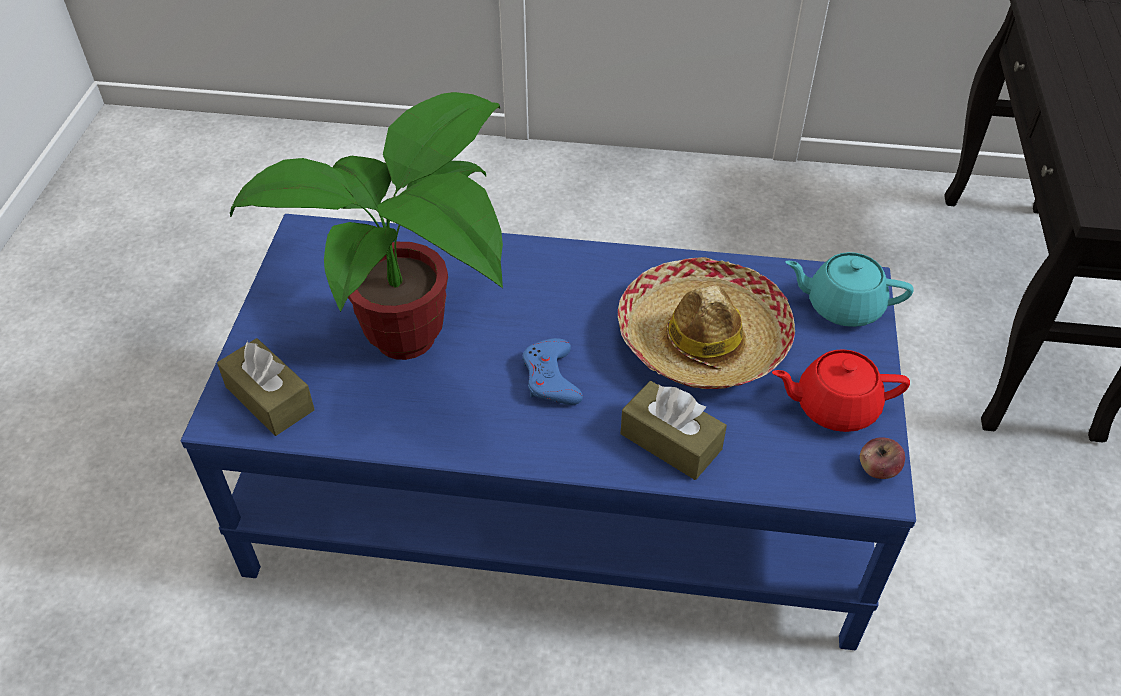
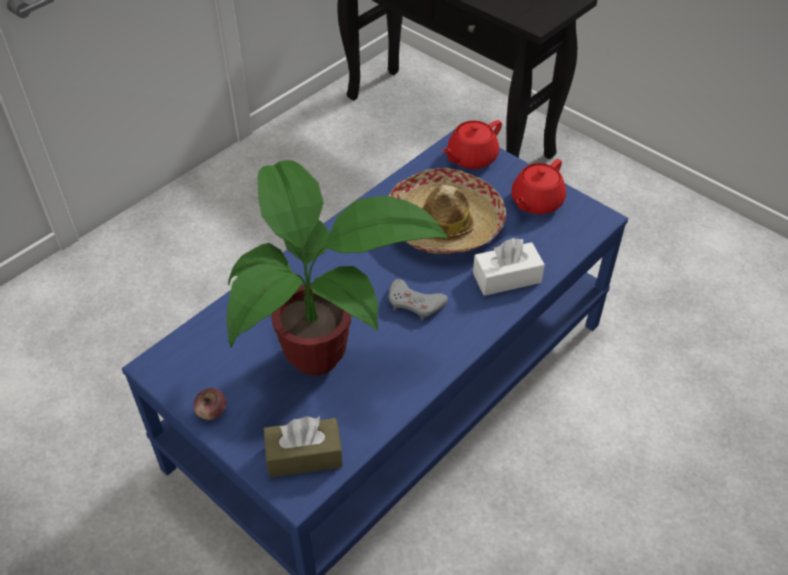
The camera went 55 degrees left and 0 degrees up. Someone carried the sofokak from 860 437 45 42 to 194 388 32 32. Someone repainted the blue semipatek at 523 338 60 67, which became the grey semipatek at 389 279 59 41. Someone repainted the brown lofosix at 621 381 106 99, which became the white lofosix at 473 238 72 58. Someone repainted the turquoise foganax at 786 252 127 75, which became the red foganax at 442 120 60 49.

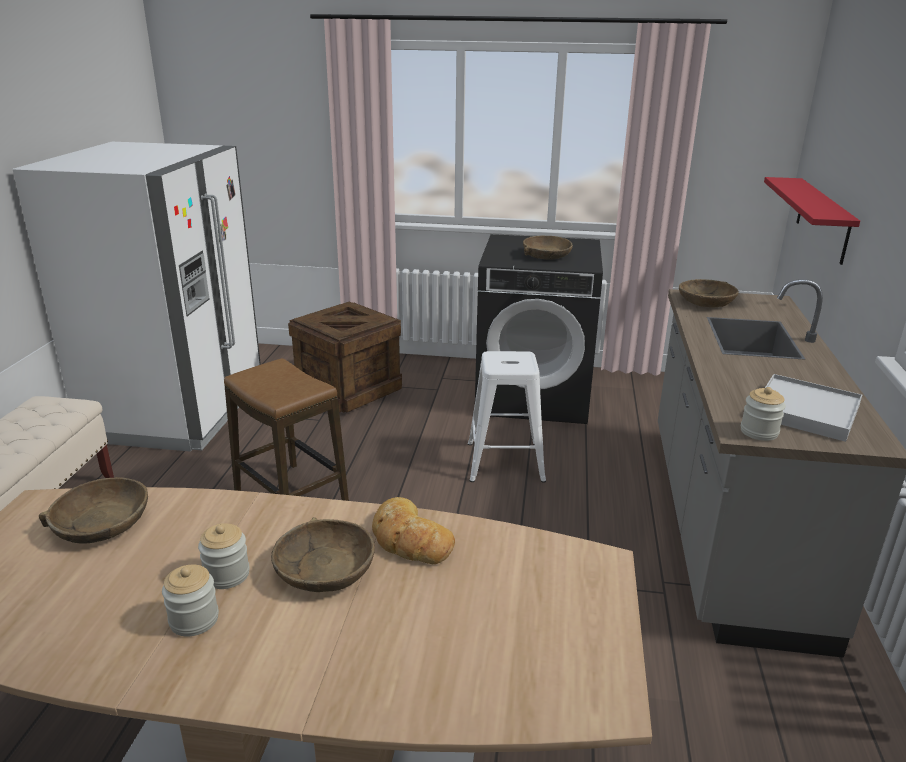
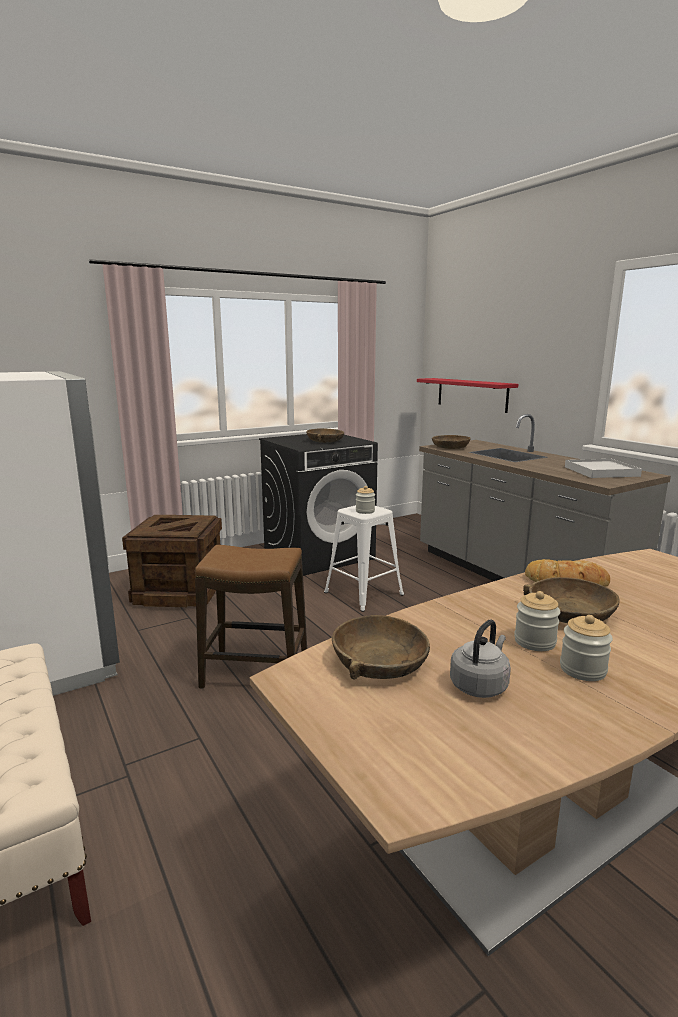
The camera went 40 degrees left and 10 degrees down. Someone put down the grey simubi at 450 620 61 78. Someone carried the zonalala from 741 387 45 54 to 356 486 19 28.

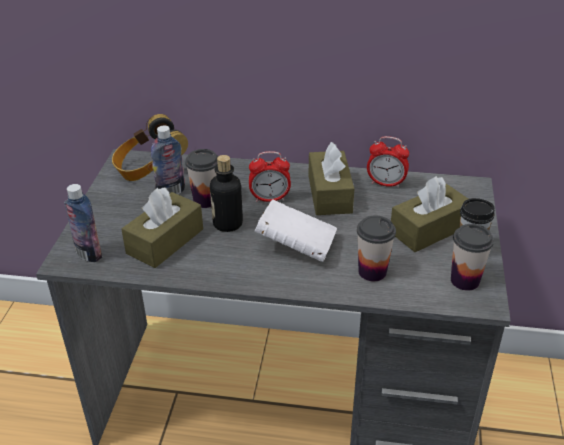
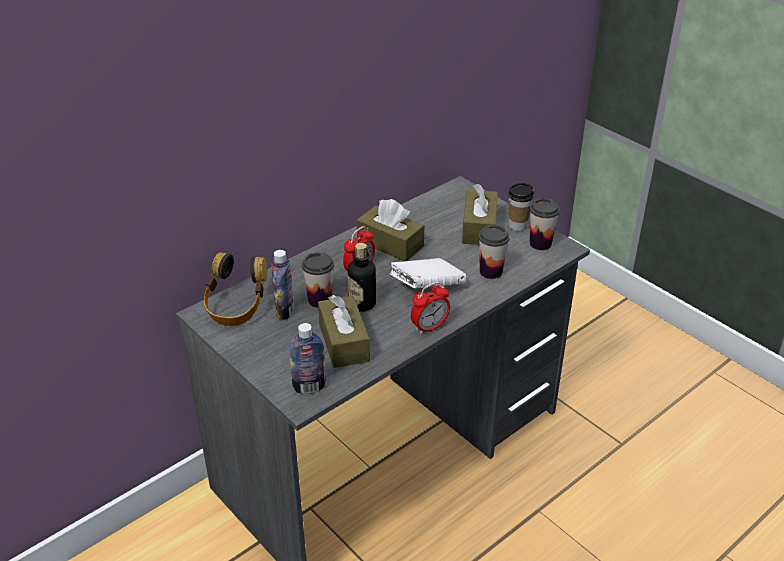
The camera went 50 degrees left and 0 degrees up. Someone carried the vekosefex from 367 136 42 52 to 411 282 39 53.

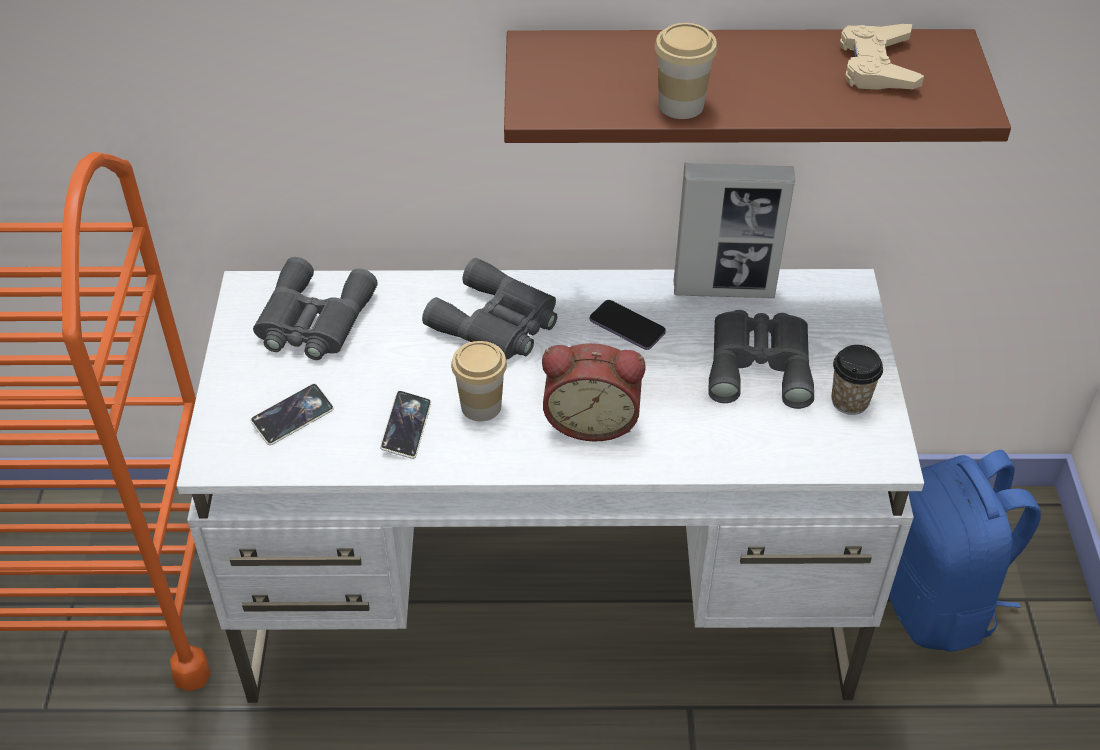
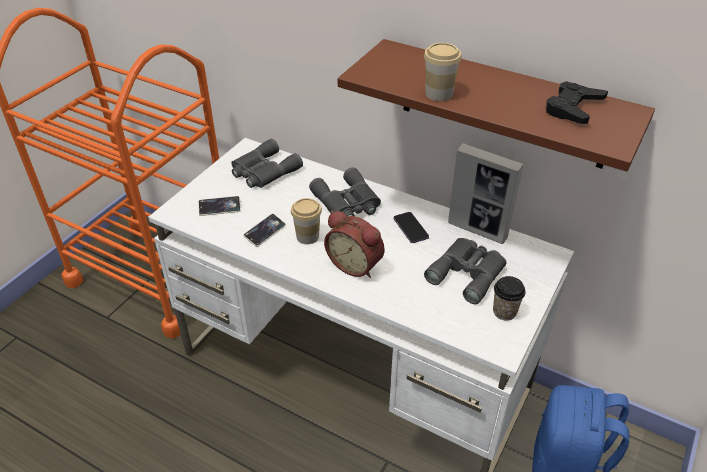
The camera went 30 degrees right and 5 degrees down. Someone repainted the beige semipatek at 840 24 84 65, which became the black semipatek at 546 81 62 43.

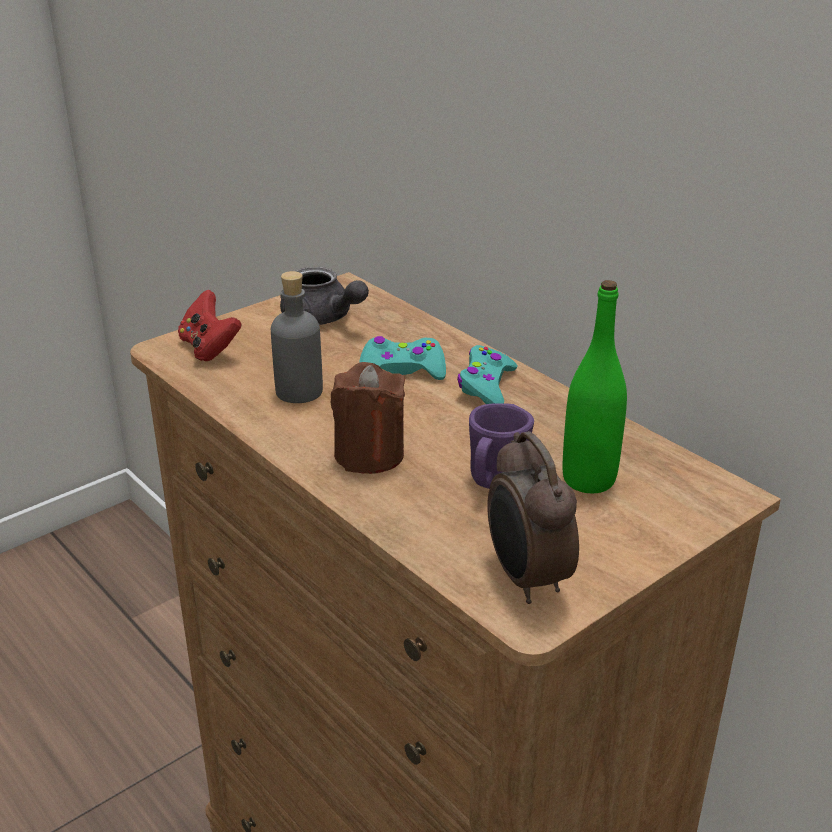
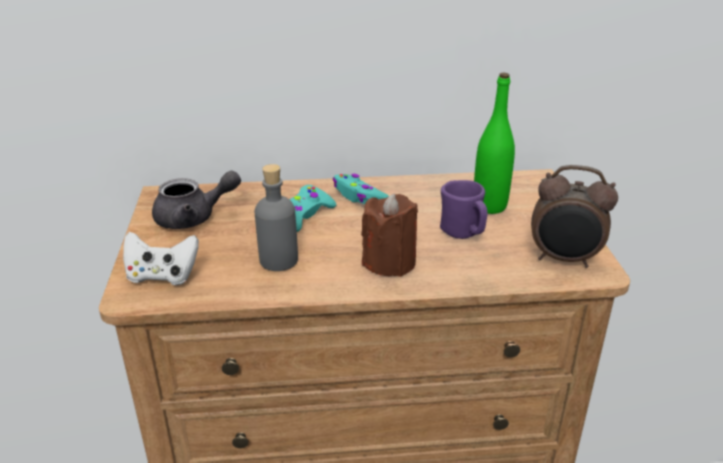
The camera went 55 degrees left and 0 degrees up. Someone repainted the red semipatek at 178 290 64 71, which became the white semipatek at 123 232 76 53.

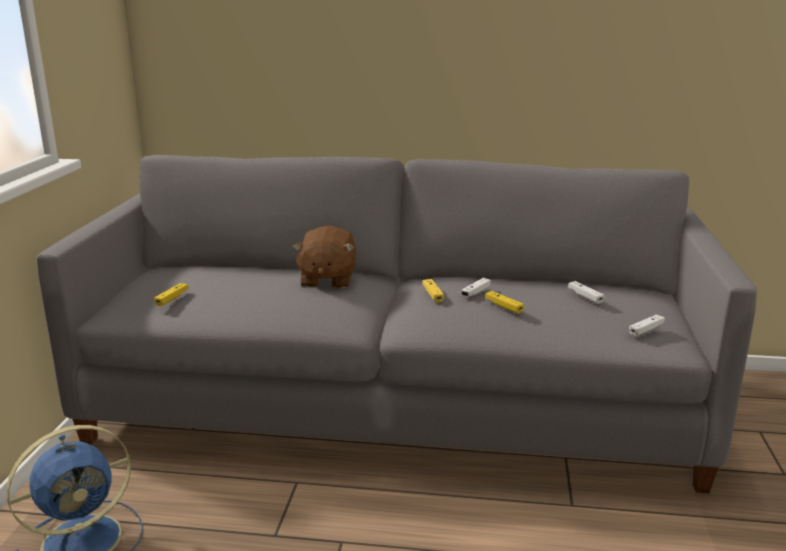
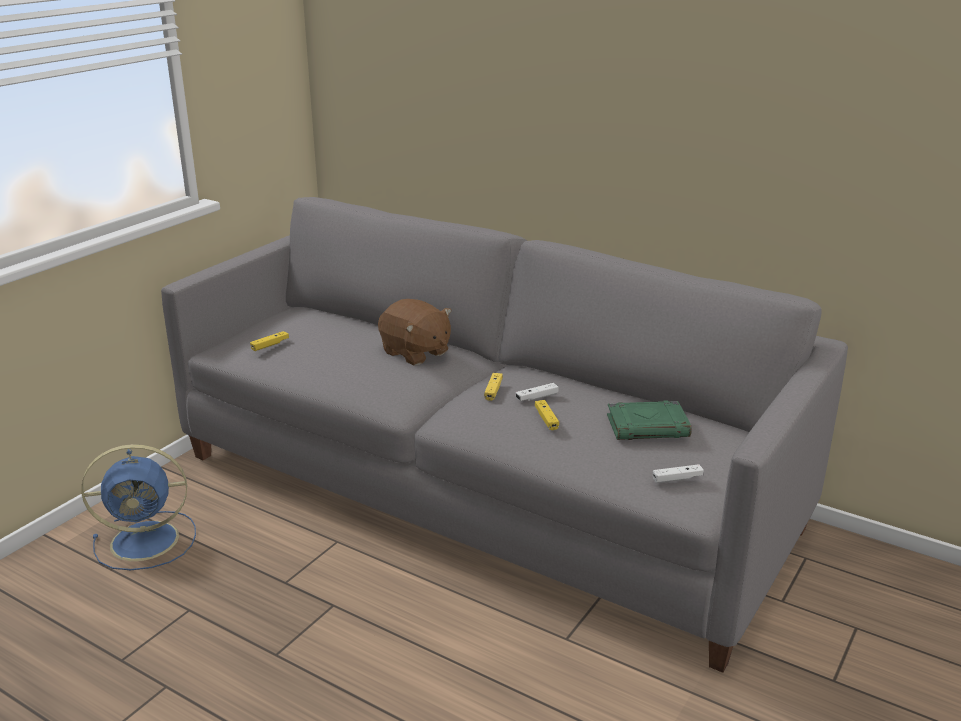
The camera went 25 degrees right and 5 degrees up. Someone swapped the white semipatek at 568 281 36 23 for the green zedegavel at 607 400 85 40. Someone rotated the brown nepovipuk at 292 226 64 63 by 75 degrees counterclockwise.

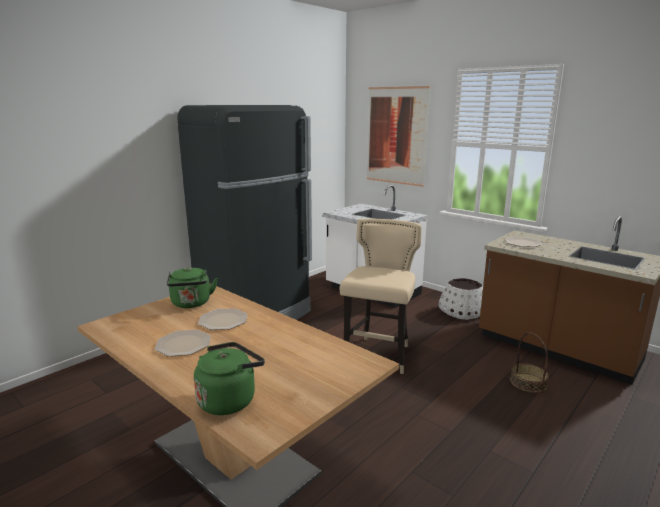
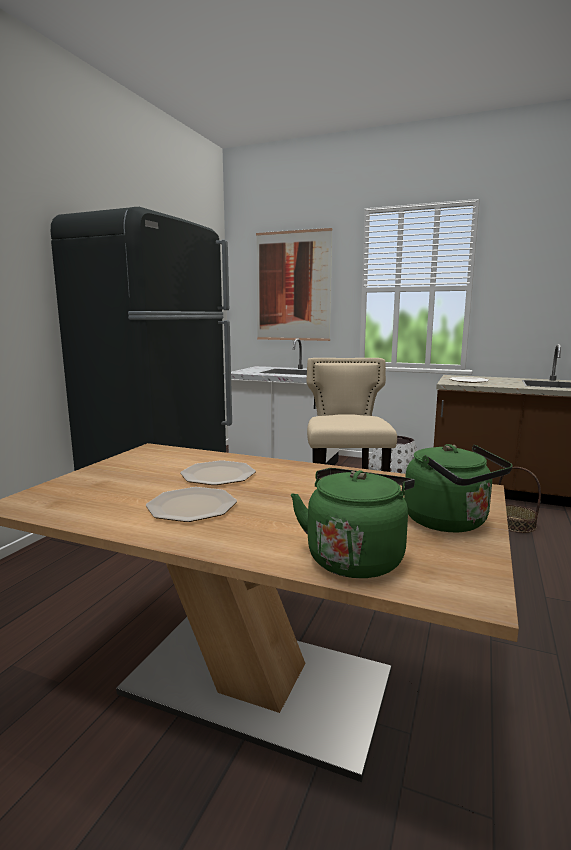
The camera went 20 degrees left and 5 degrees down. Someone carried the green simubi from 167 267 51 41 to 404 444 109 88.

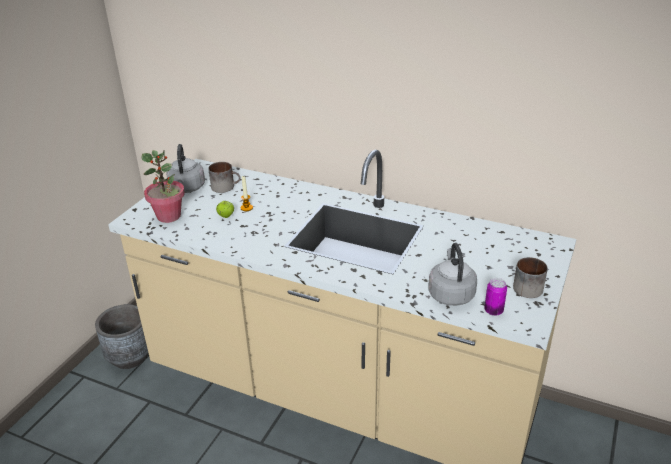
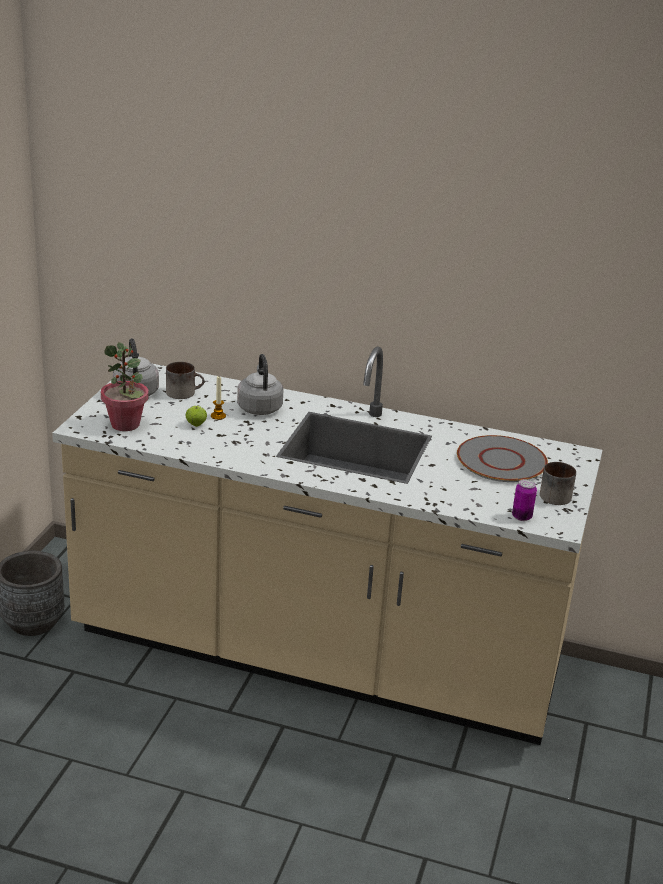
The camera went 10 degrees left and 5 degrees down. Someone put down the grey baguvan at 457 435 91 47. Someone carried the grey simubi from 428 243 49 63 to 237 354 46 61.

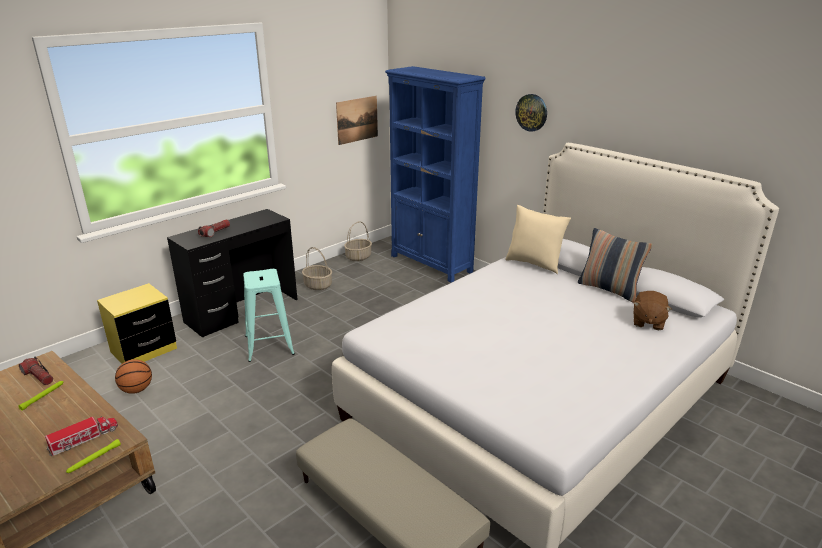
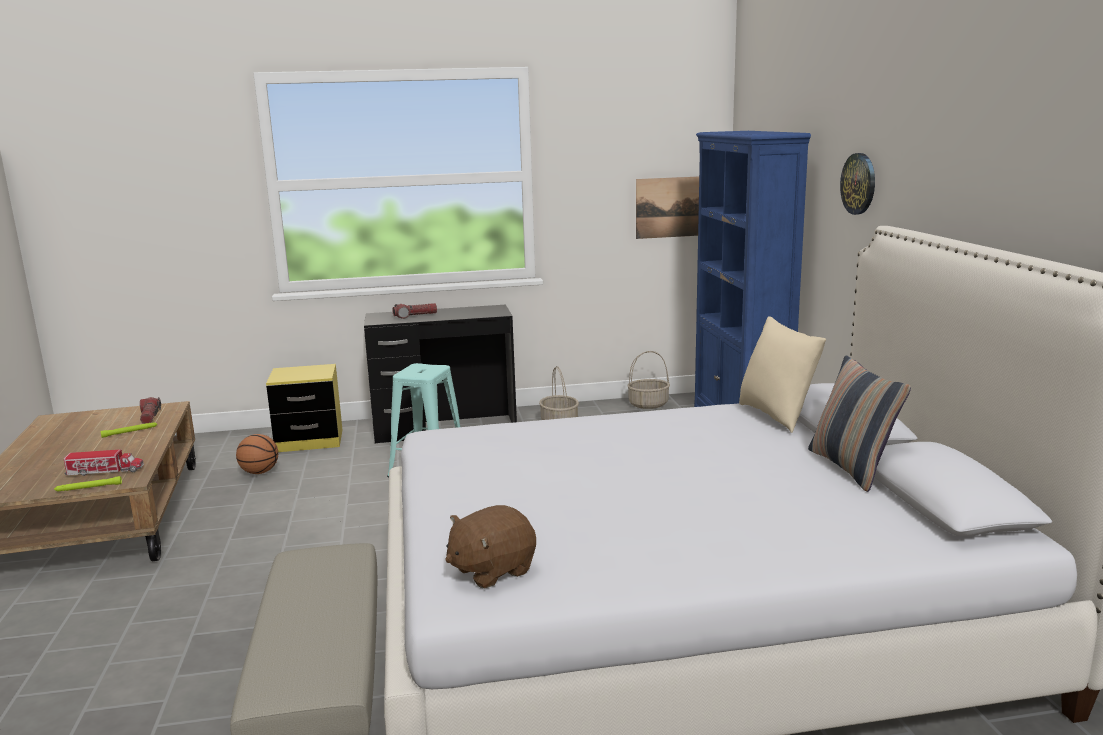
The camera went 35 degrees right and 10 degrees down. Someone carried the brown nepovipuk from 634 291 38 39 to 446 505 90 83.

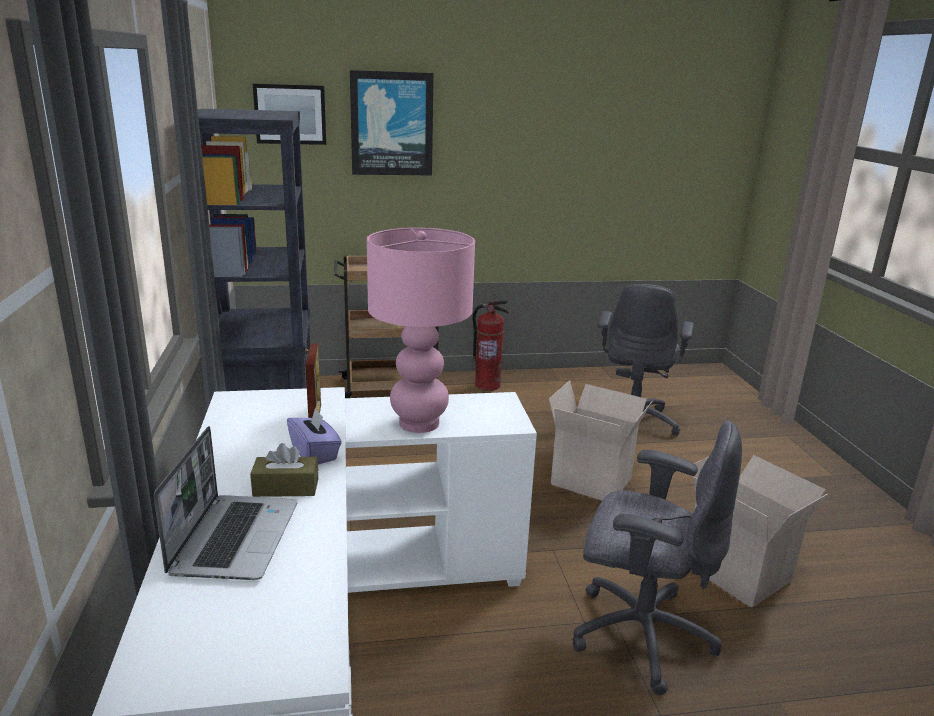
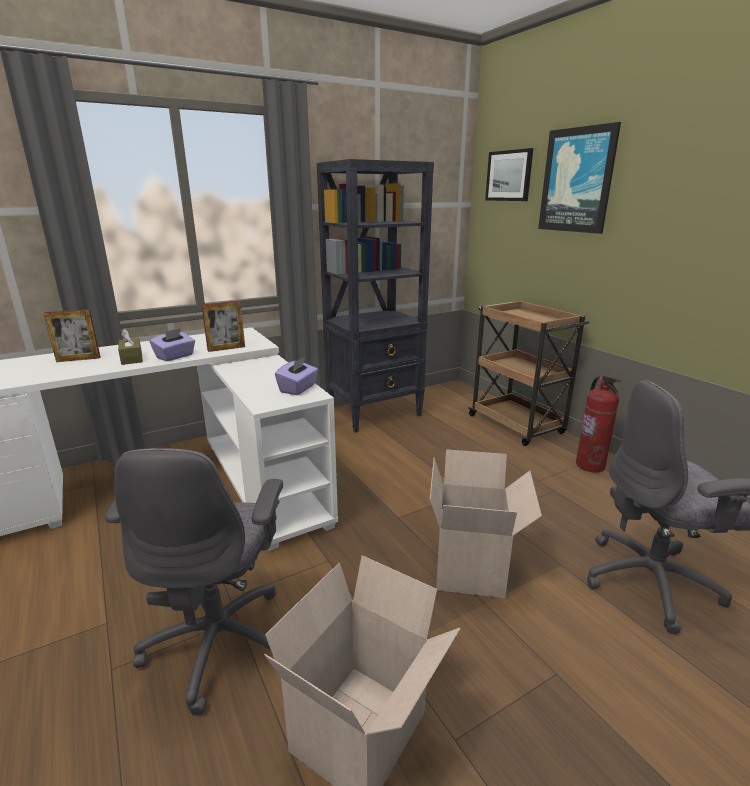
The camera went 70 degrees right and 0 degrees up. Someone took away the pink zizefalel at 367 227 108 206. Someone put down the purple lofosix at 275 356 43 39. Someone swapped the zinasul at 154 426 144 154 for the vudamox at 44 309 56 53.

